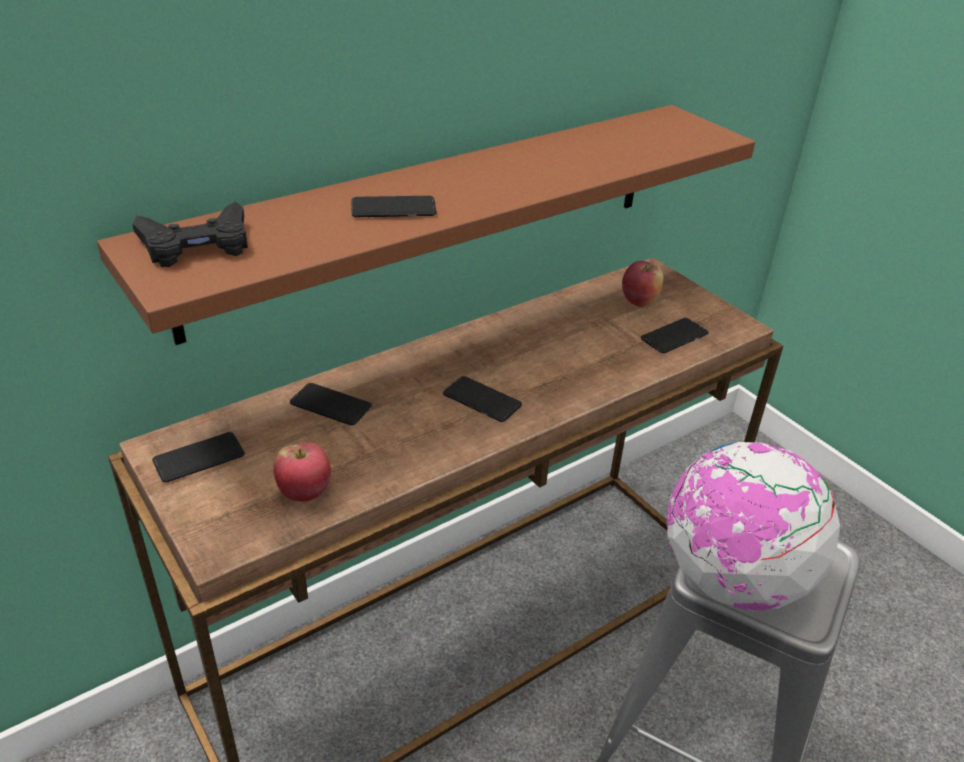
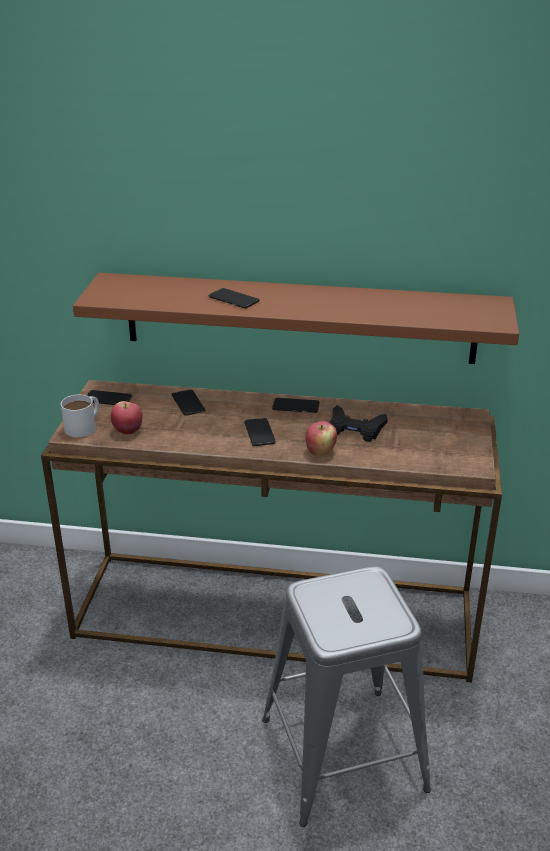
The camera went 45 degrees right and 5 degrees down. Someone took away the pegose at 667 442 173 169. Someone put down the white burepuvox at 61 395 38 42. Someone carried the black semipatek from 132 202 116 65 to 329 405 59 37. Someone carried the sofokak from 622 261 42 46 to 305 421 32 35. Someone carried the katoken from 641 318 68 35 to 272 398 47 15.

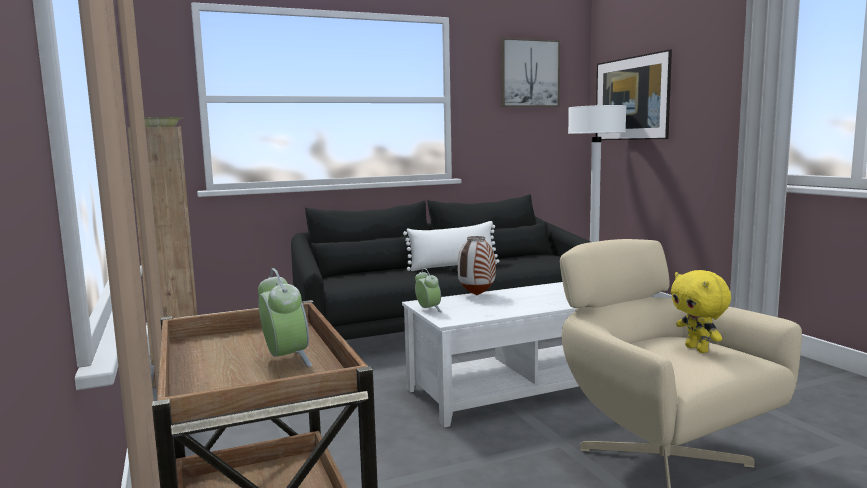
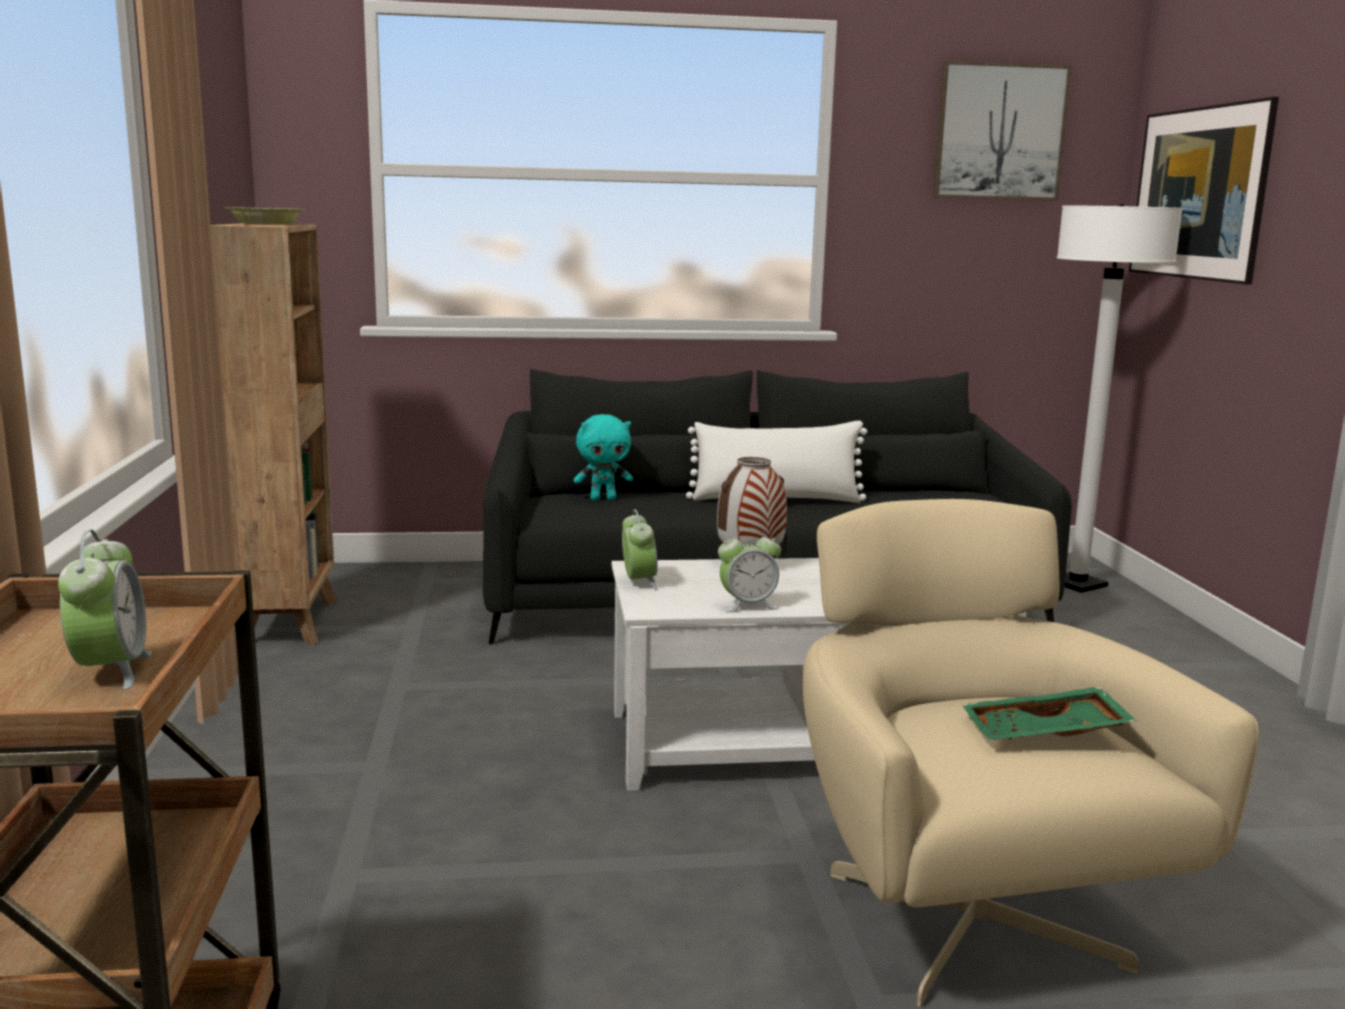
The camera went 15 degrees right and 5 degrees up. Someone put down the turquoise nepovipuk at 573 414 60 86. Someone put down the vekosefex at 718 528 63 85. Someone swapped the yellow nepovipuk at 671 270 60 83 for the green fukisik at 962 687 175 53.

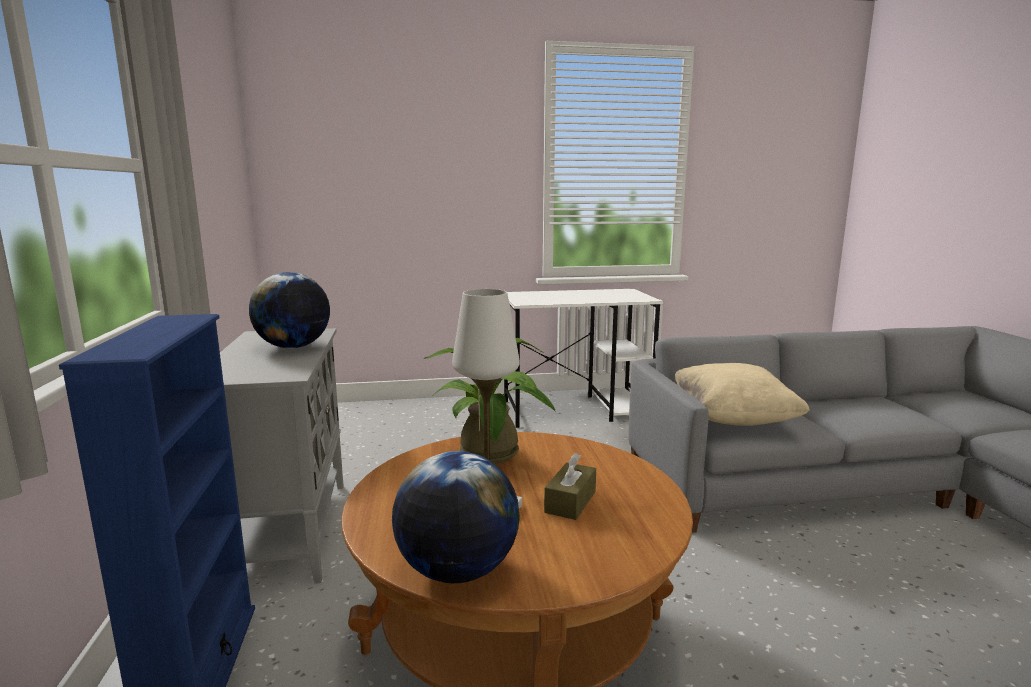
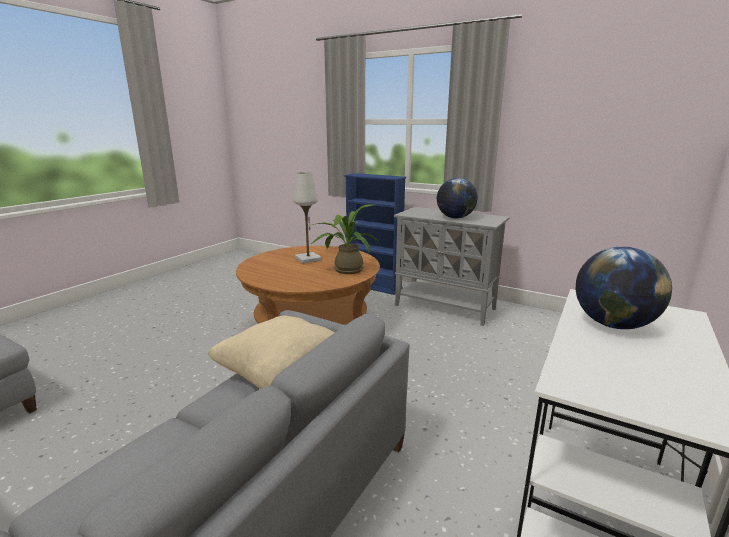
The camera went 130 degrees right and 5 degrees up. Someone took away the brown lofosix at 544 453 52 67. Someone carried the pegose from 392 451 128 132 to 576 247 96 82.

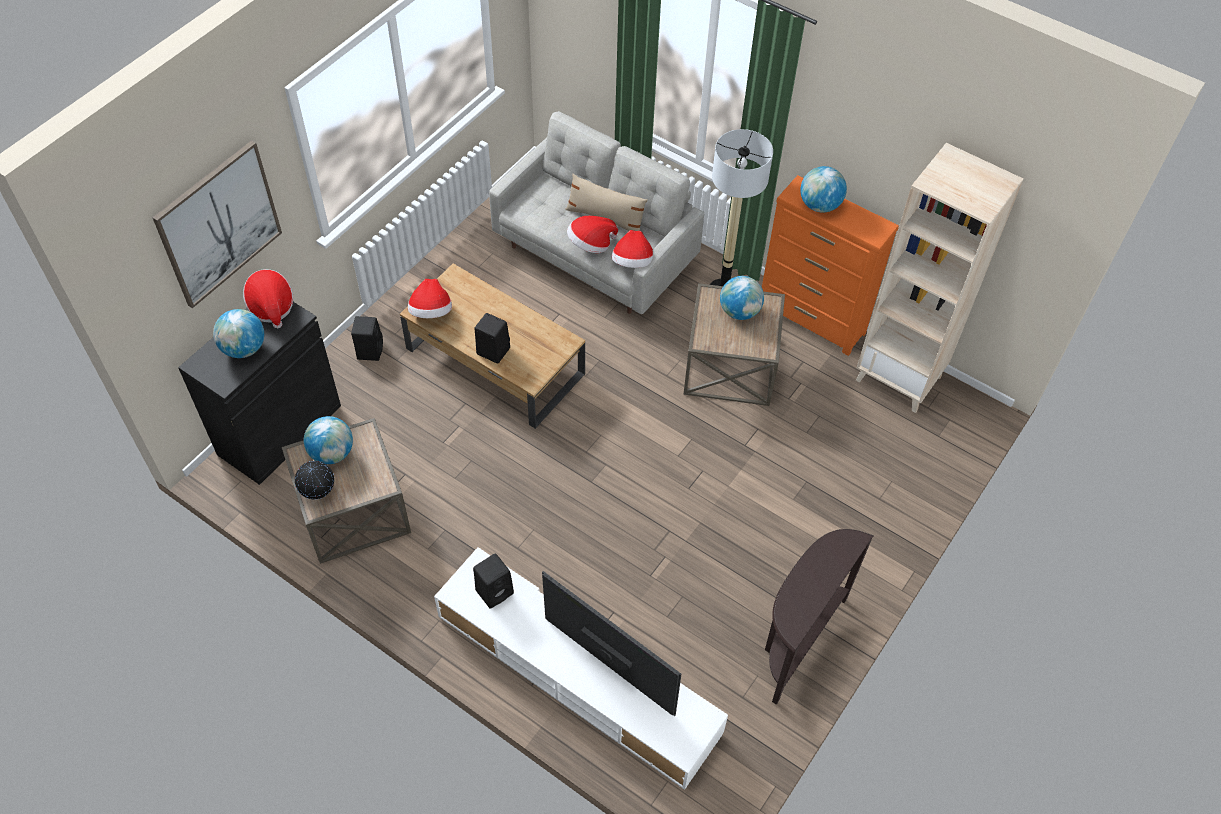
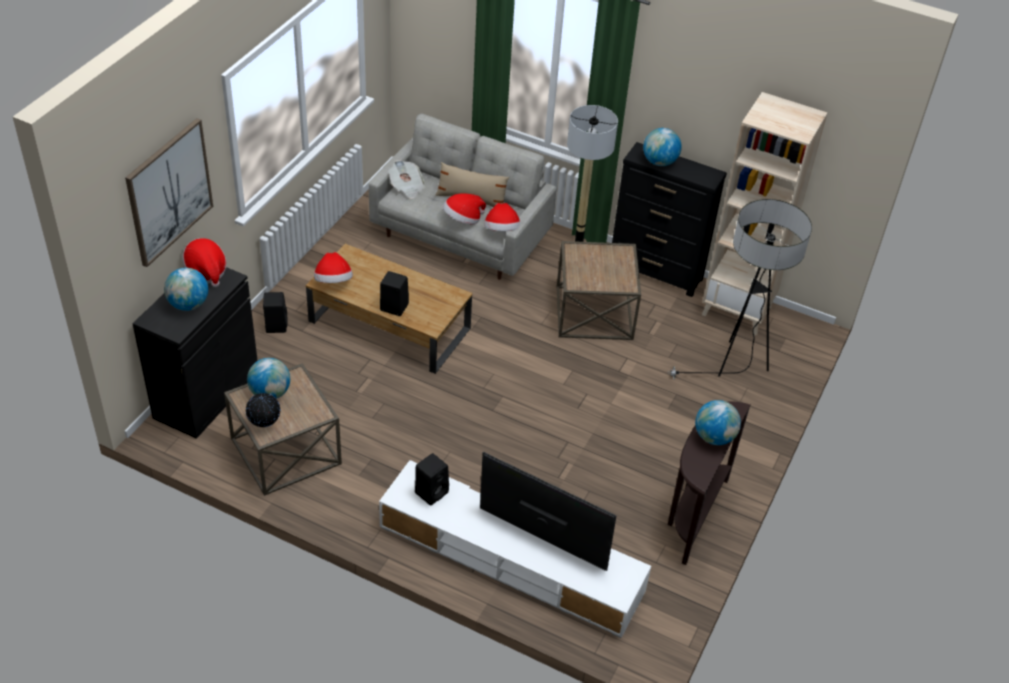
The camera went 10 degrees left and 10 degrees down. Someone put down the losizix at 388 160 37 39. Someone put down the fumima at 669 199 143 180. Someone carried the pegose from 720 276 44 44 to 695 400 46 45. Someone repainted the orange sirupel at 762 175 137 181, which became the black sirupel at 612 142 115 155.

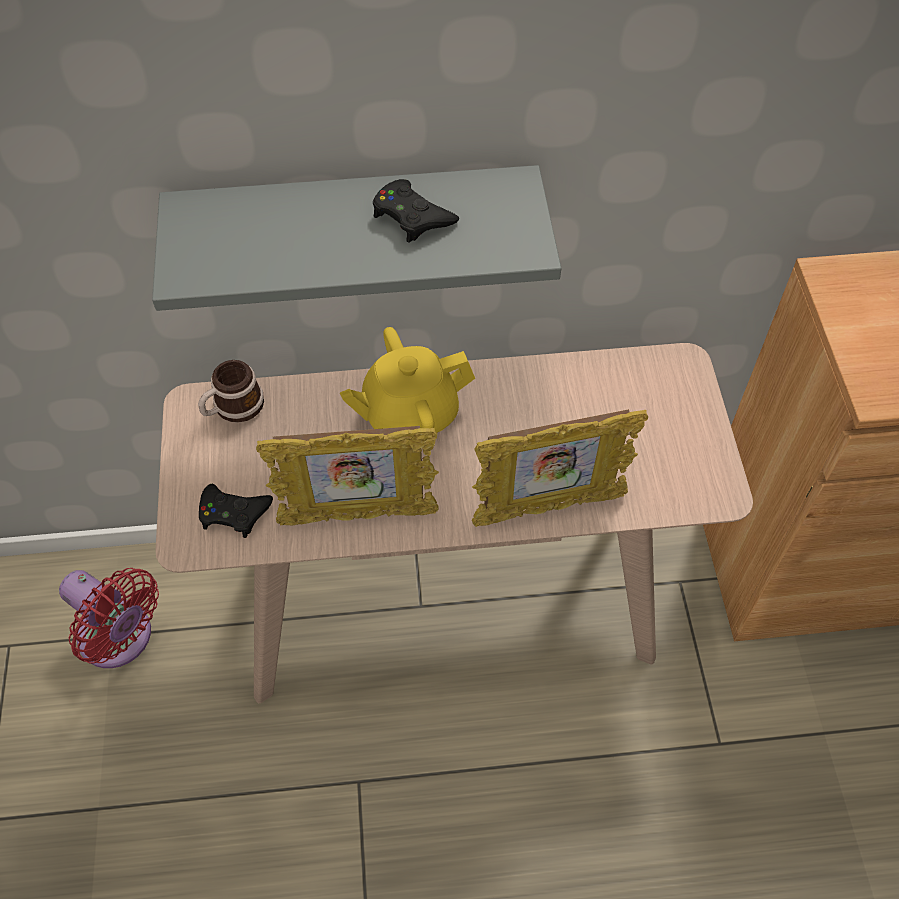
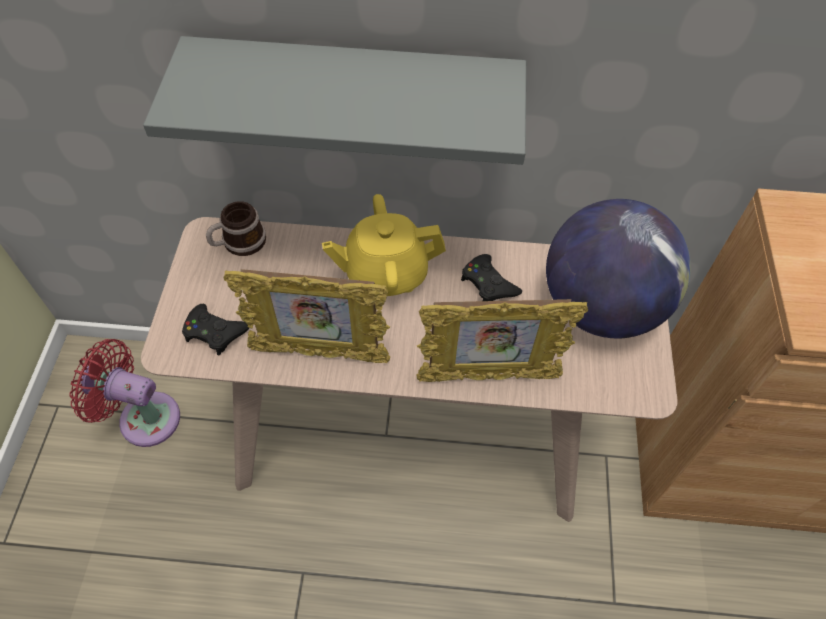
The camera went 10 degrees right and 0 degrees up. Someone put down the pegose at 546 199 145 139. Someone carried the black semipatek from 373 179 86 64 to 461 254 61 47. Someone rotated the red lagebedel at 59 568 100 100 by 150 degrees clockwise.

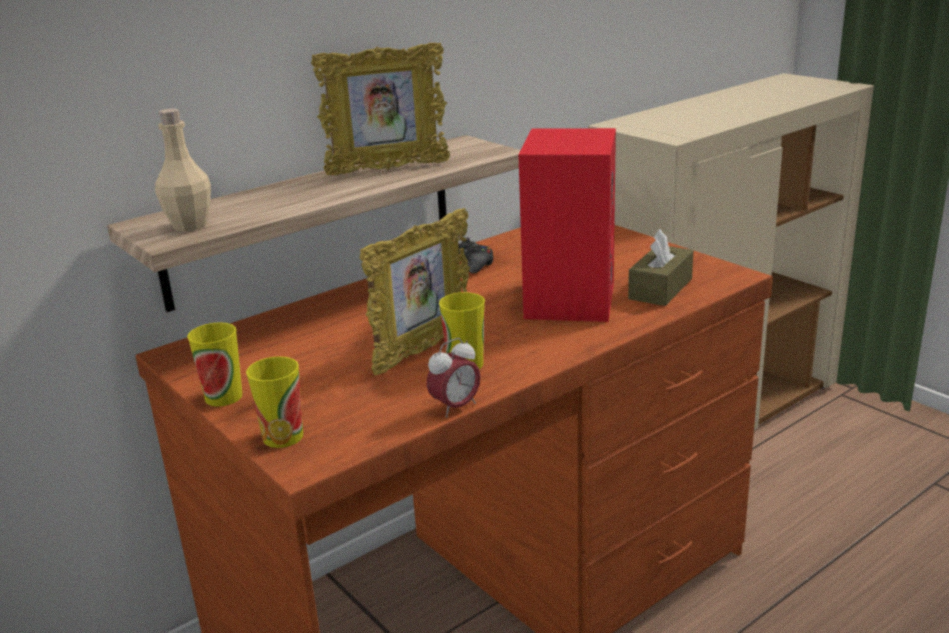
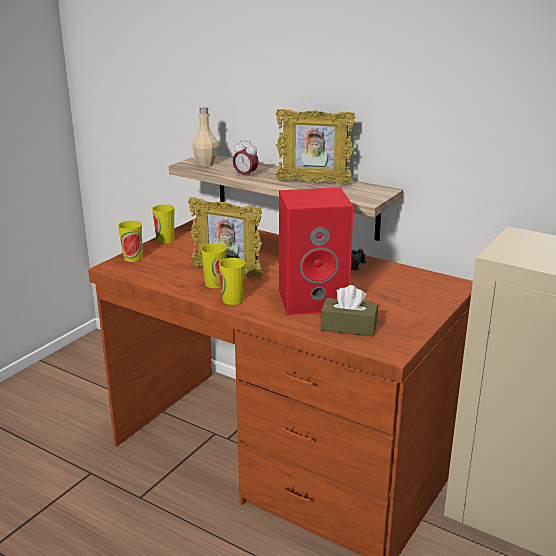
The camera went 70 degrees right and 0 degrees up. Someone put down the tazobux at 219 258 26 47. Someone carried the vekosefex from 427 338 54 80 to 233 140 26 37. Someone rotated the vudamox at 311 42 139 133 by 45 degrees counterclockwise.

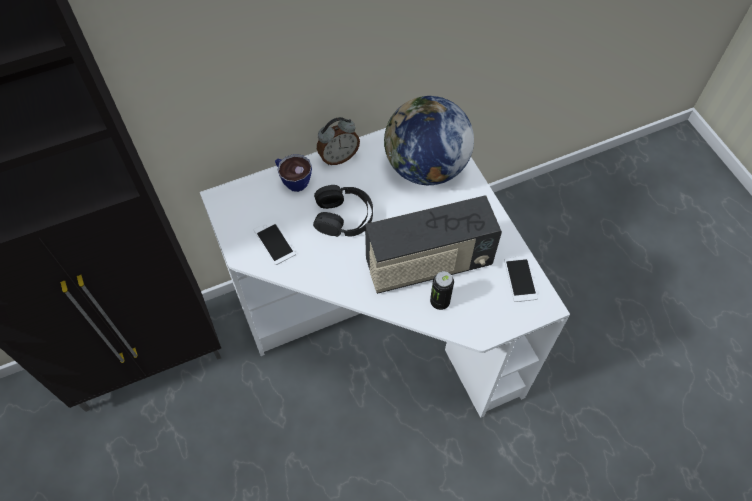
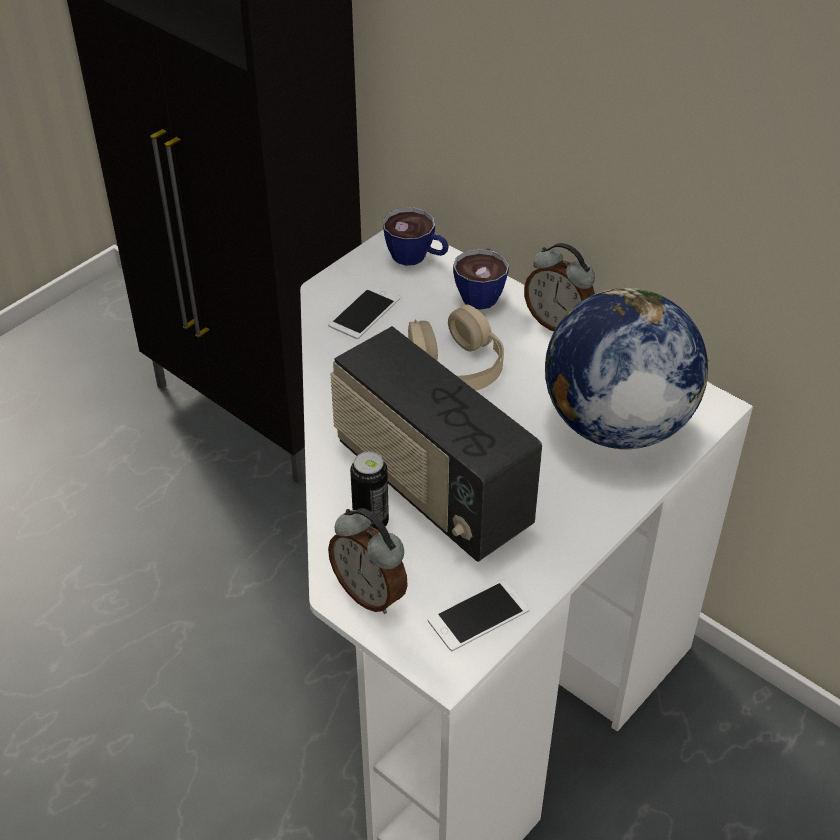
The camera went 65 degrees right and 15 degrees down. Someone put down the vekosefex at 328 508 80 106. Someone put down the tazobux at 383 207 66 59. Someone repainted the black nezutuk at 313 185 60 52, which became the beige nezutuk at 408 304 96 87.

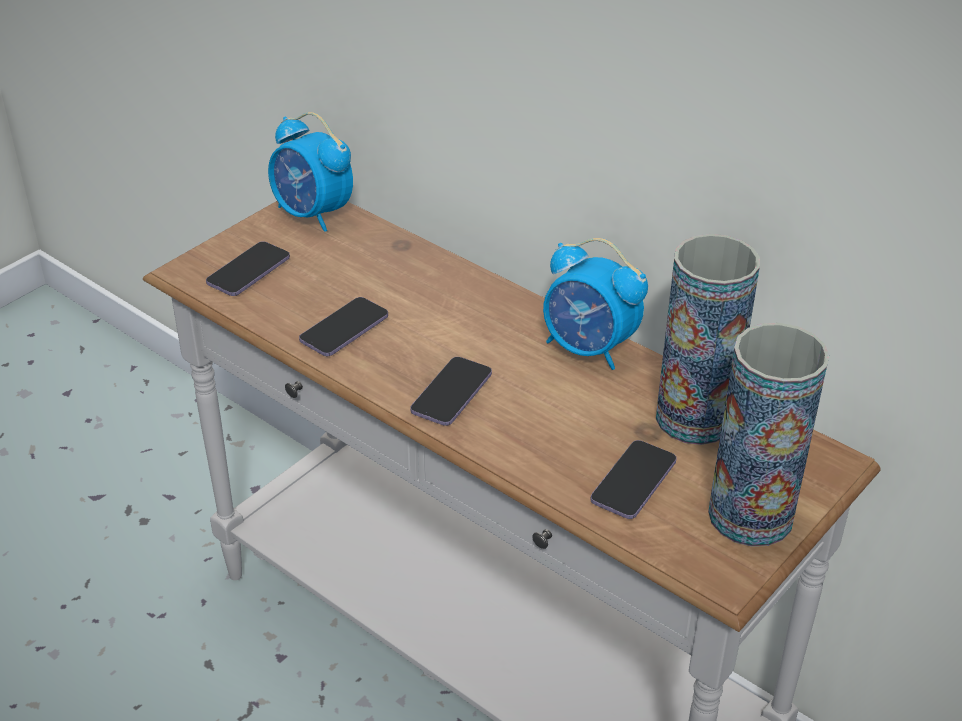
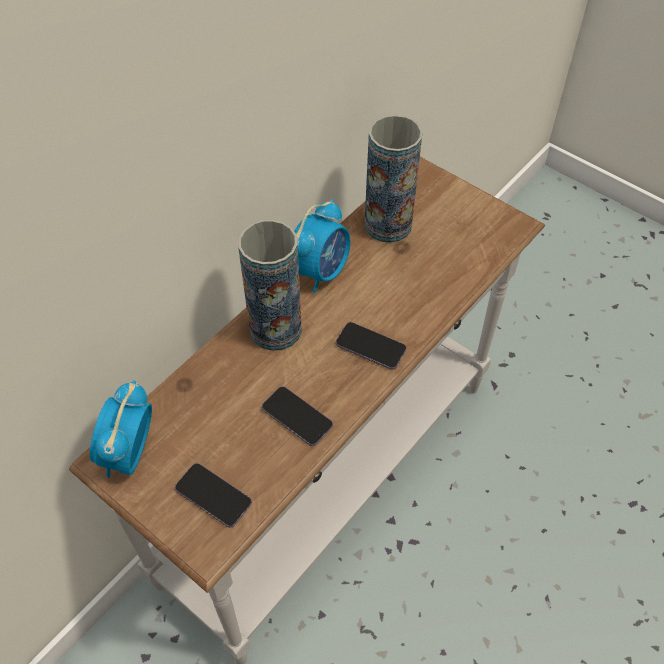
The camera went 90 degrees left and 15 degrees up. Someone took away the katoken at 590 440 86 79. Someone carried the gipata from 708 323 121 224 to 238 220 64 131. Someone rotated the vekosefex at 268 112 85 120 by 150 degrees clockwise.

